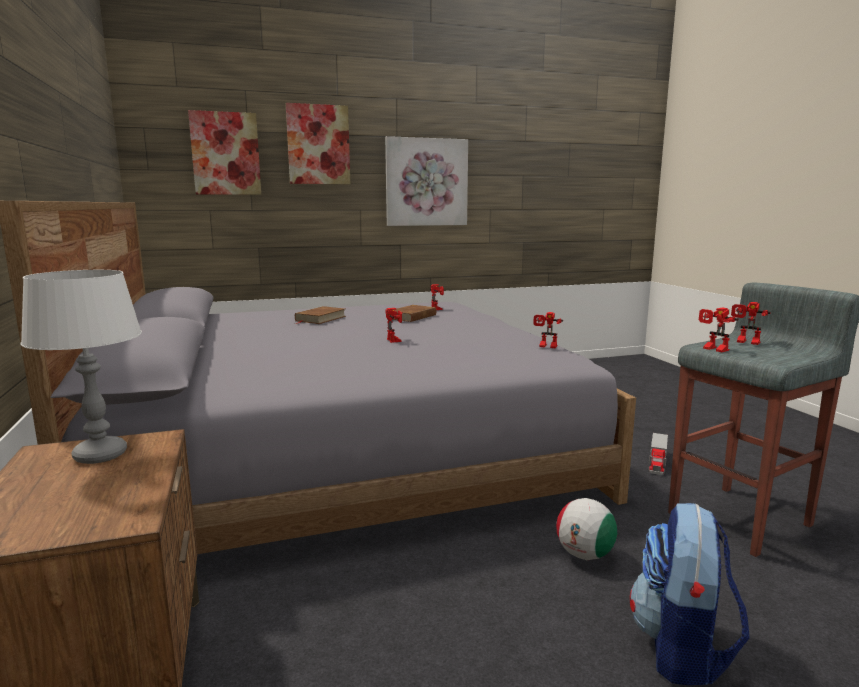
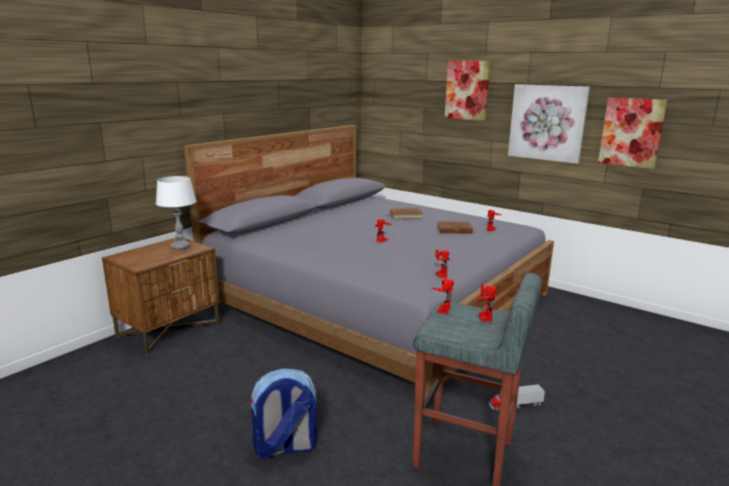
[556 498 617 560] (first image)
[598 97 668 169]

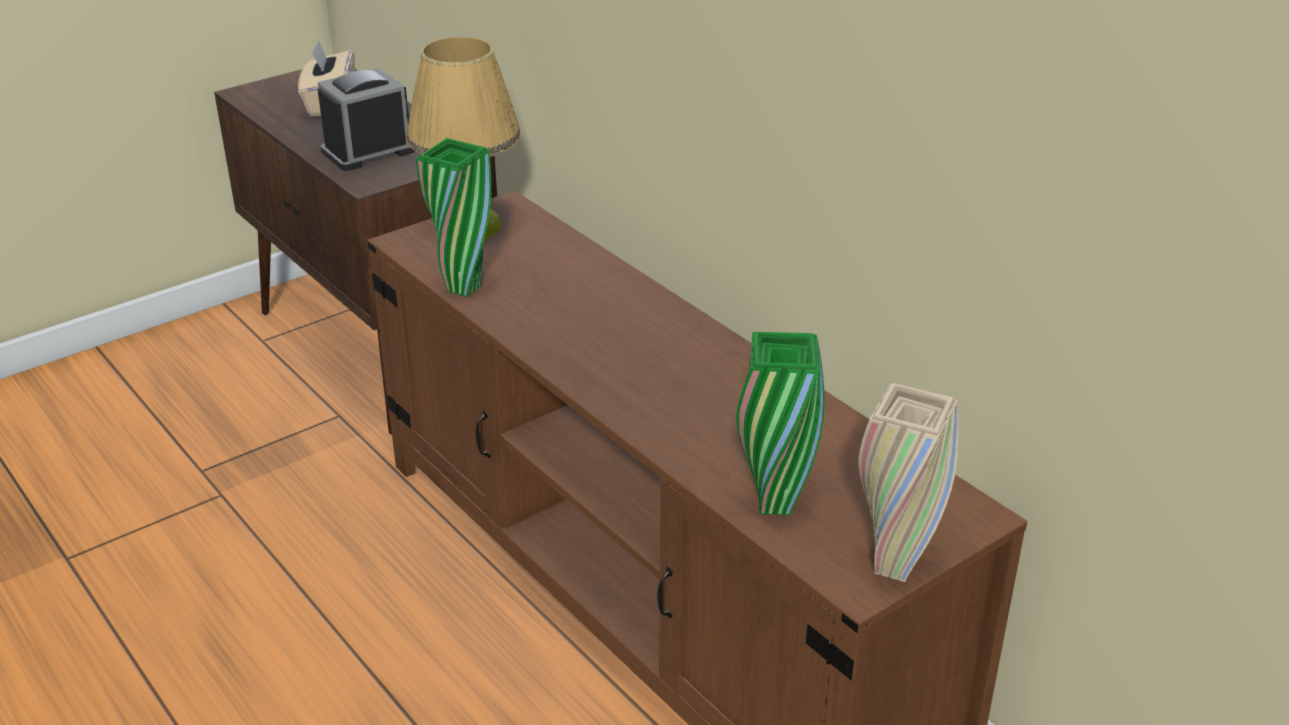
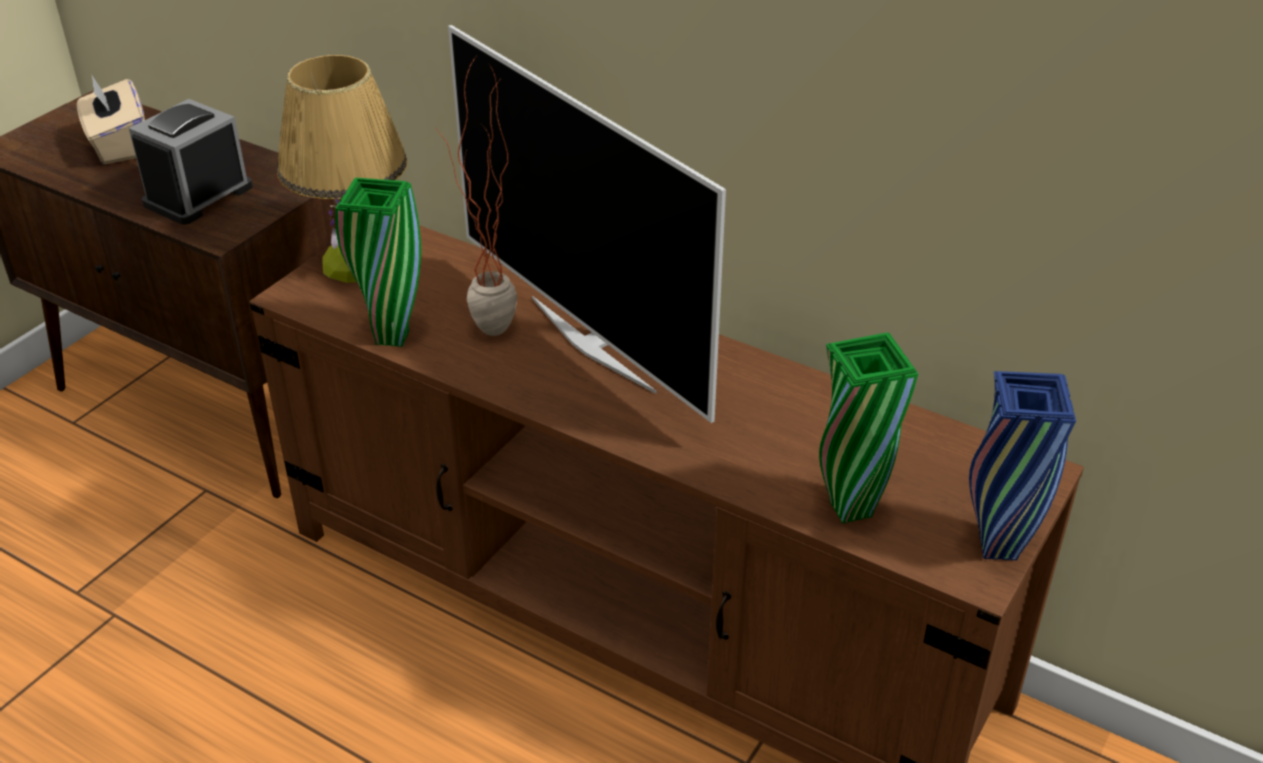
[435 57 517 336]
[448 25 726 423]
[969 371 1076 560]

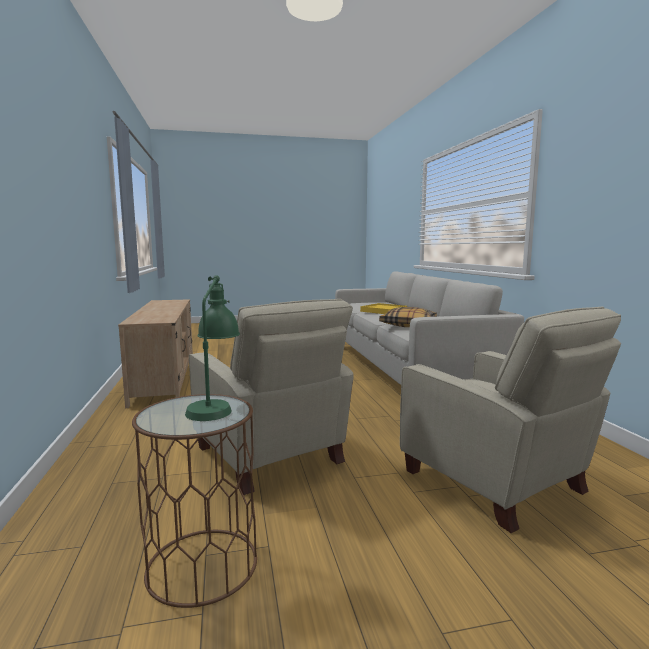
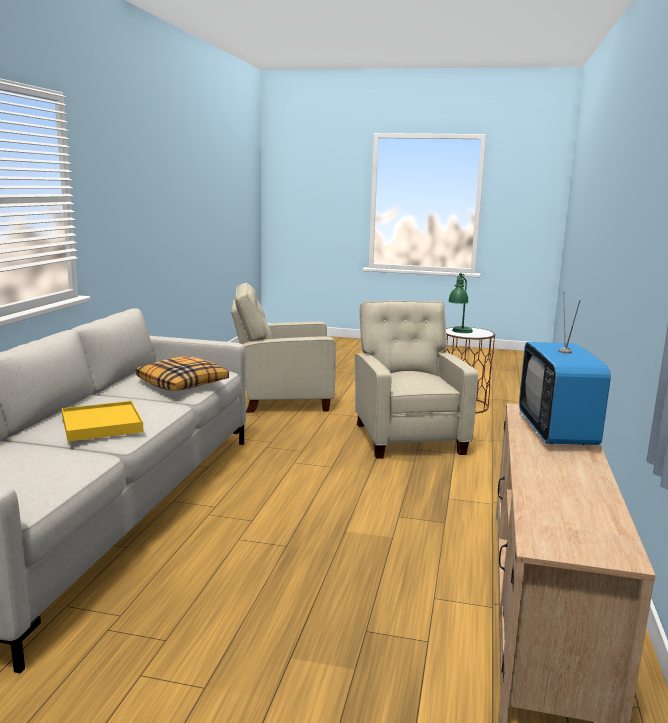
[519 293 611 445]
[231 283 336 413]

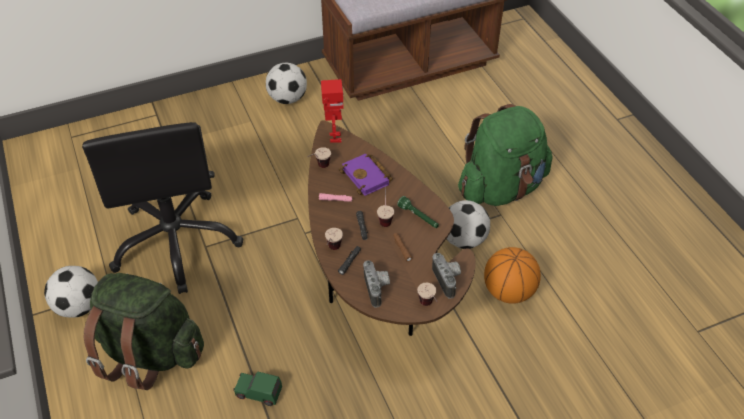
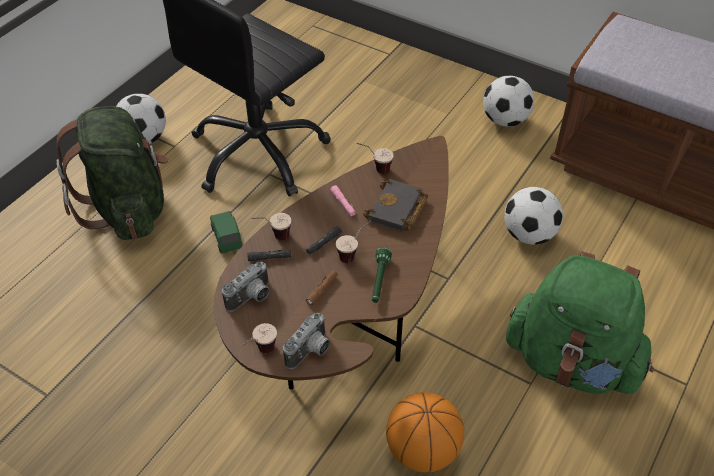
[321 79 344 142] (first image)
[210 211 242 254]
[504 187 563 245]
[363 179 428 232]

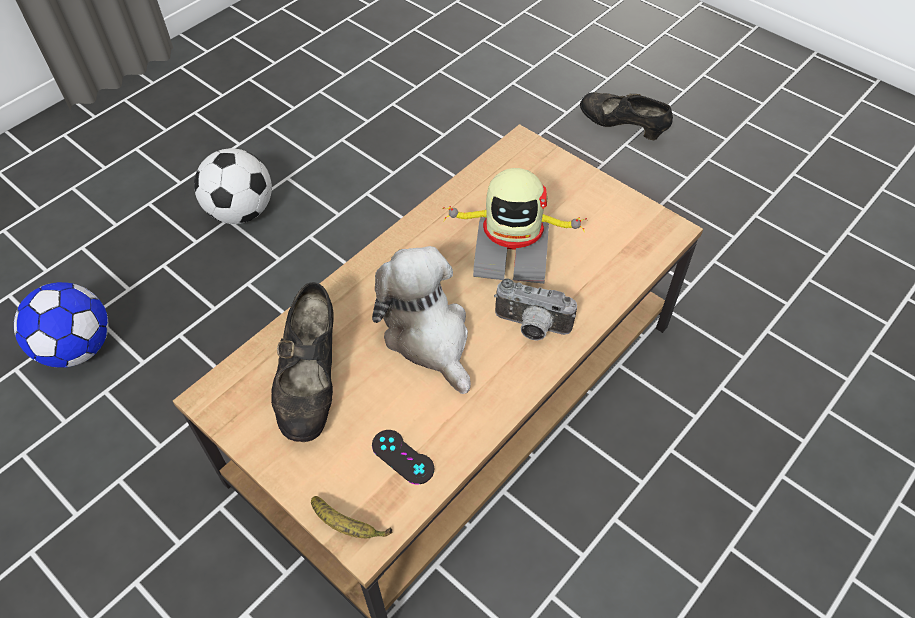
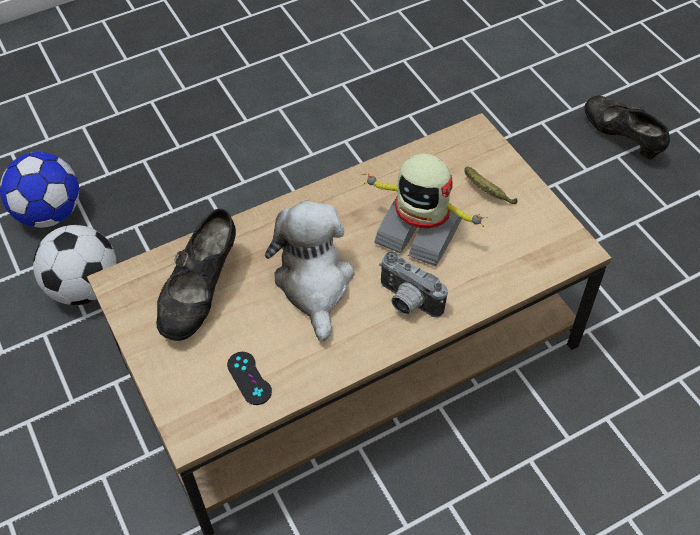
[33 225 117 305]
[464 166 517 204]

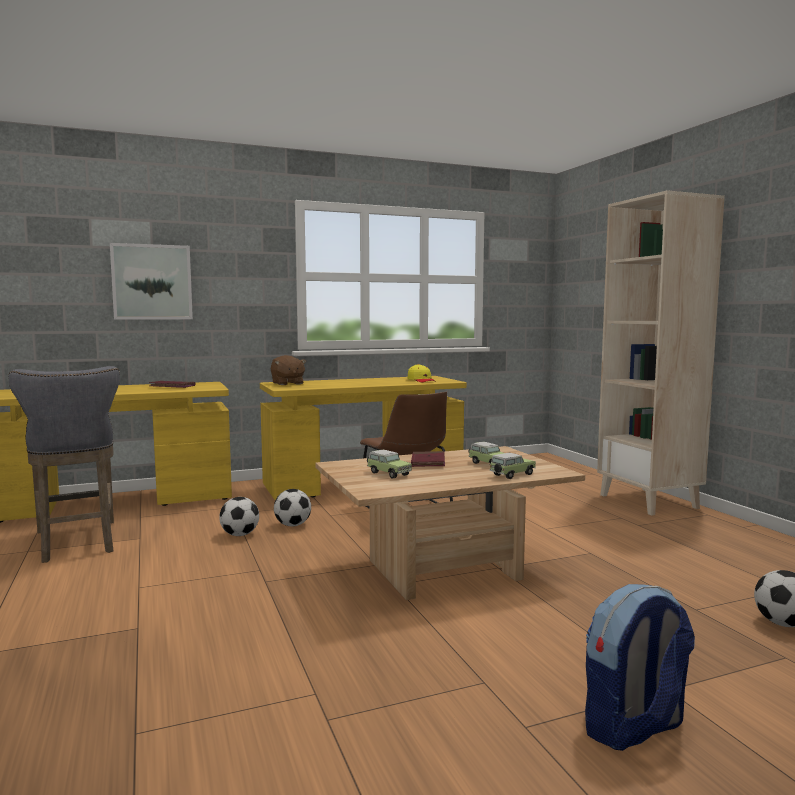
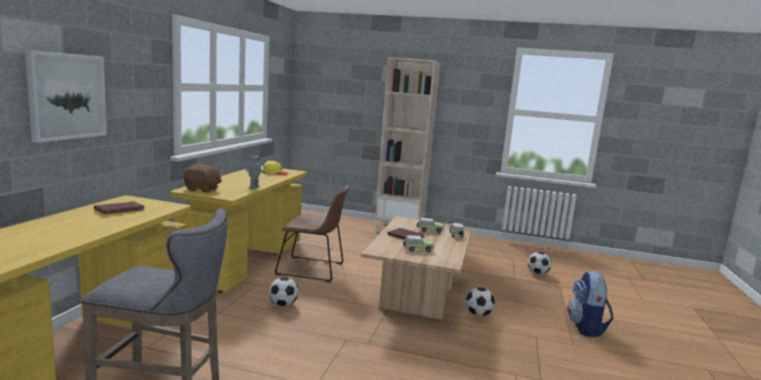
[246 152 266 189]
[466 287 495 317]

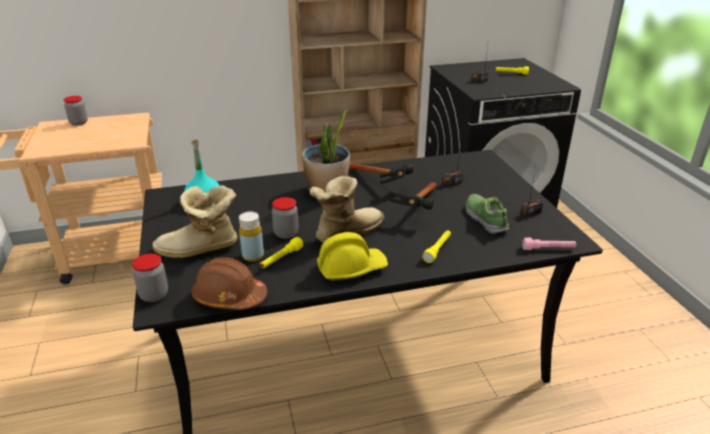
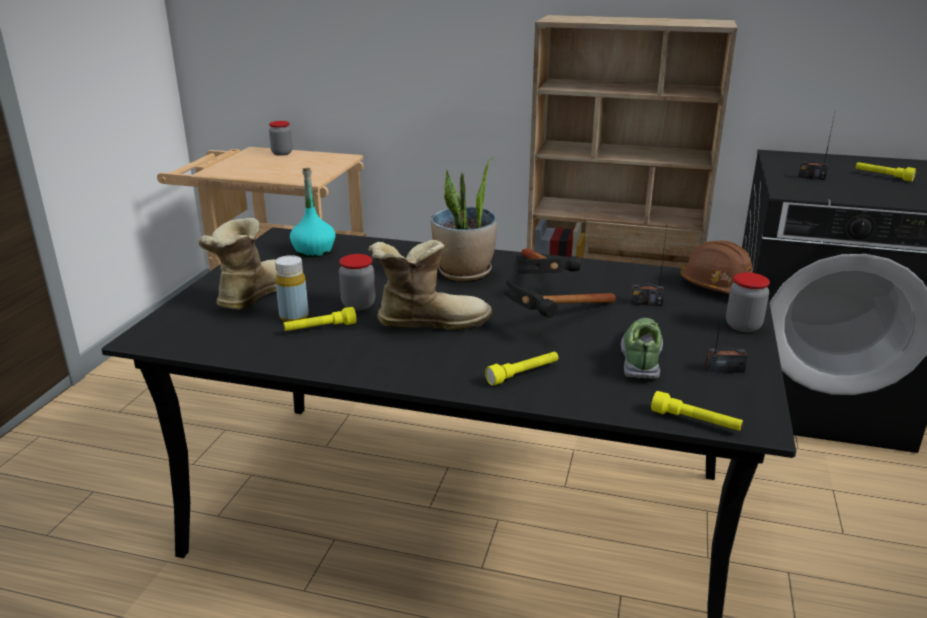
[317 232 388 283] (first image)
[726 272 770 332]
[681 240 753 294]
[651 391 743 431]
[198 218 276 310]

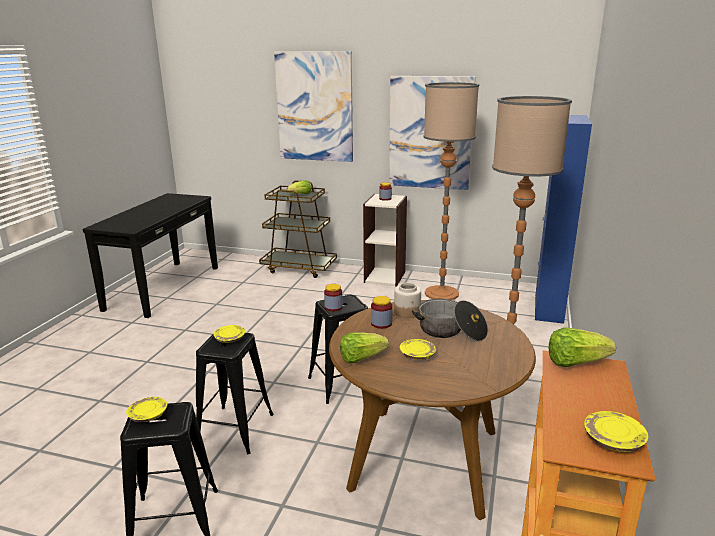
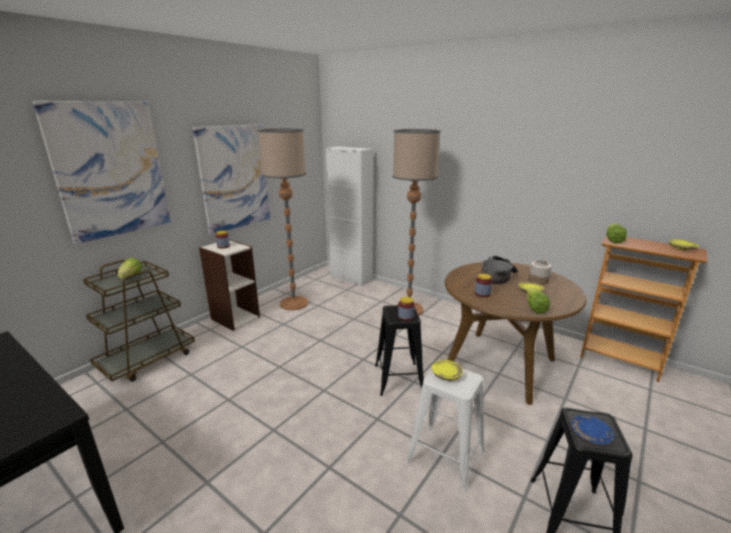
[528 260 551 285]
[571 415 614 446]
[406 369 485 492]
[326 146 374 286]

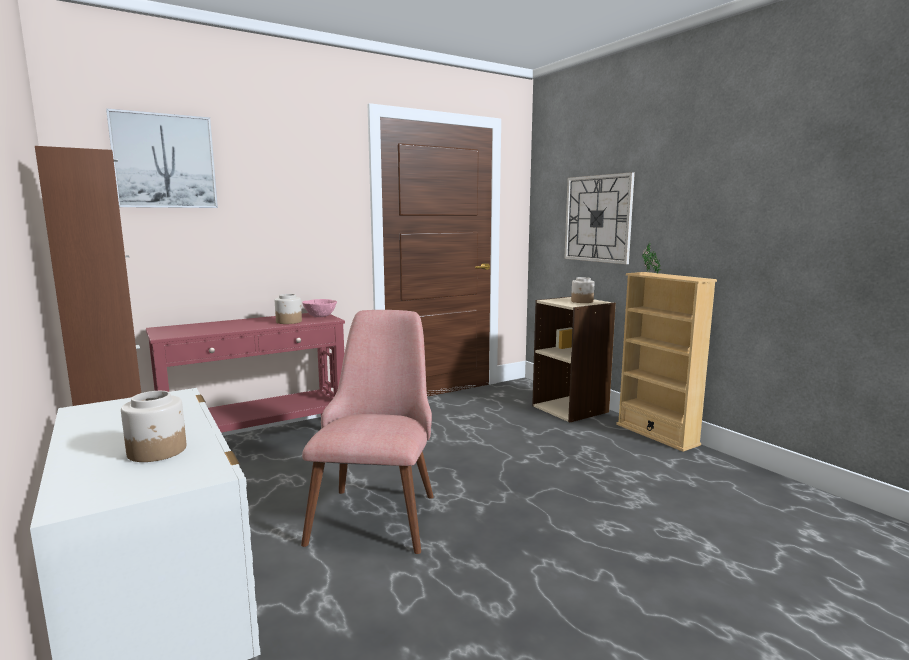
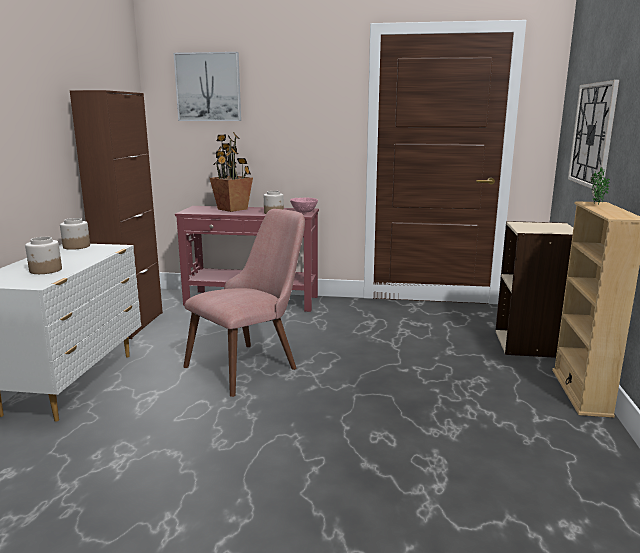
[210 132 253 212]
[60 218 90 250]

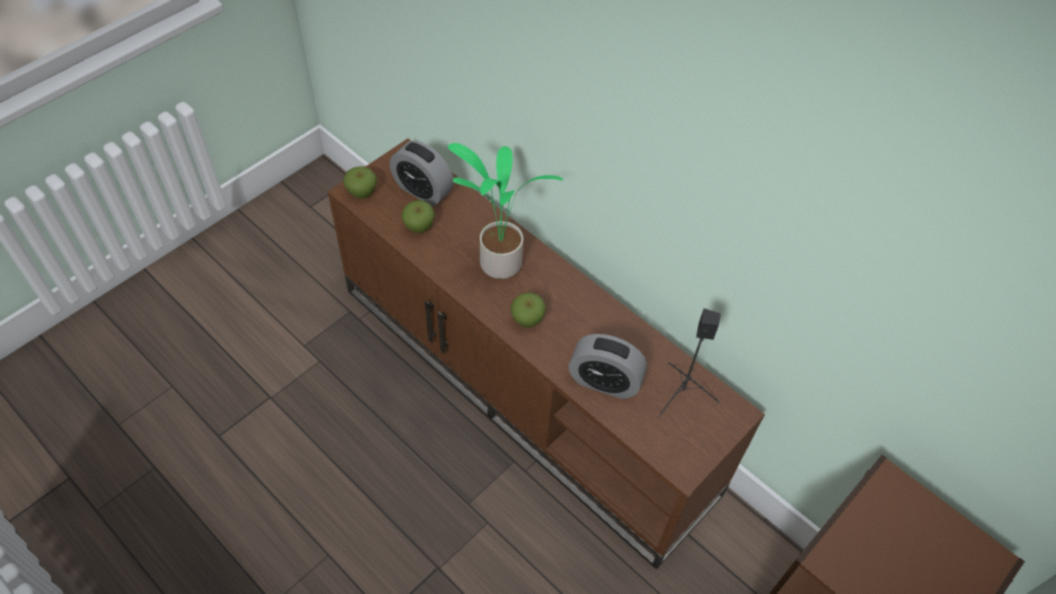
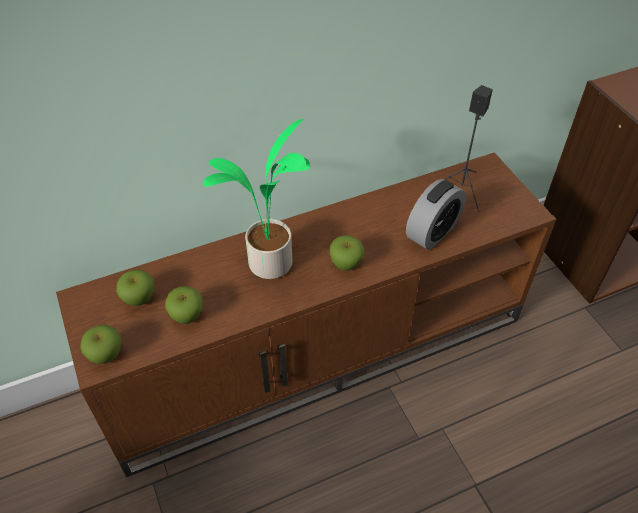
[116 269 154 306]

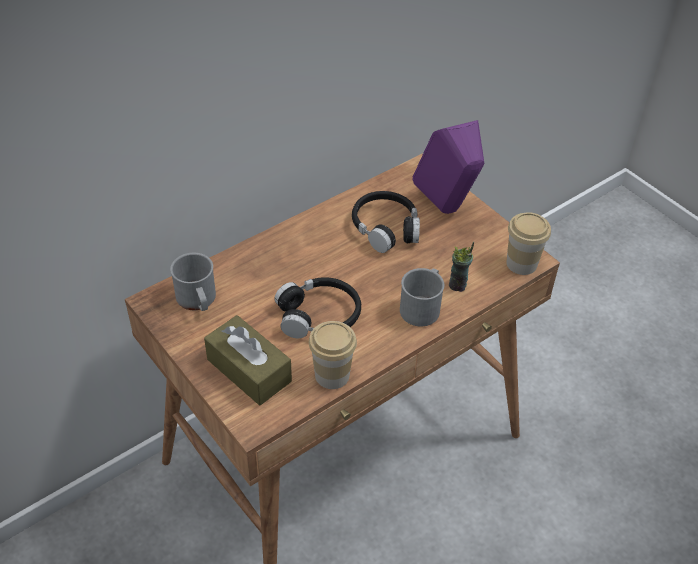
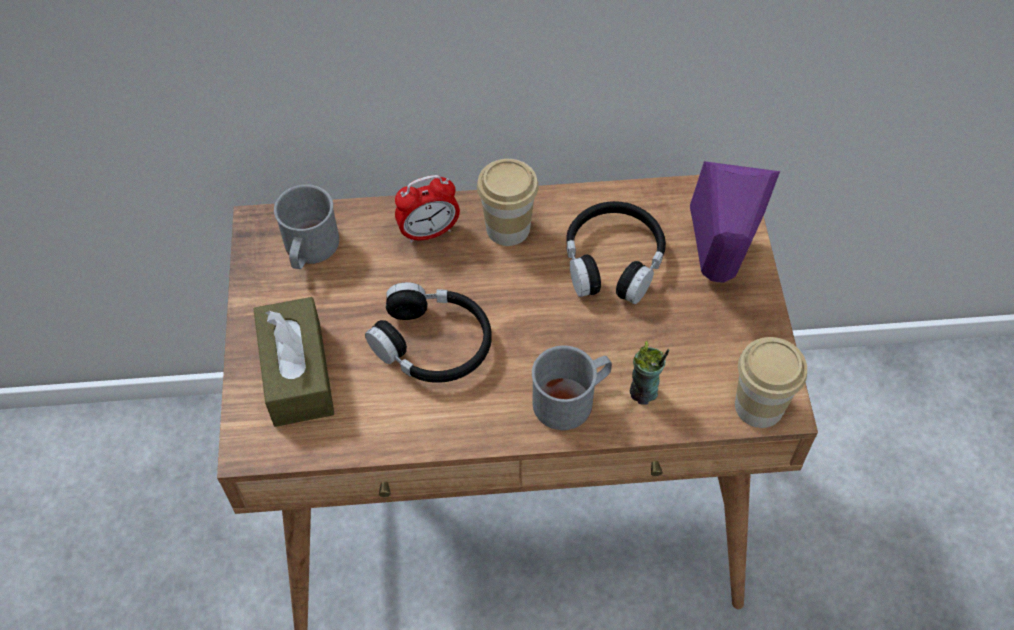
[395 175 460 243]
[477 159 539 246]

